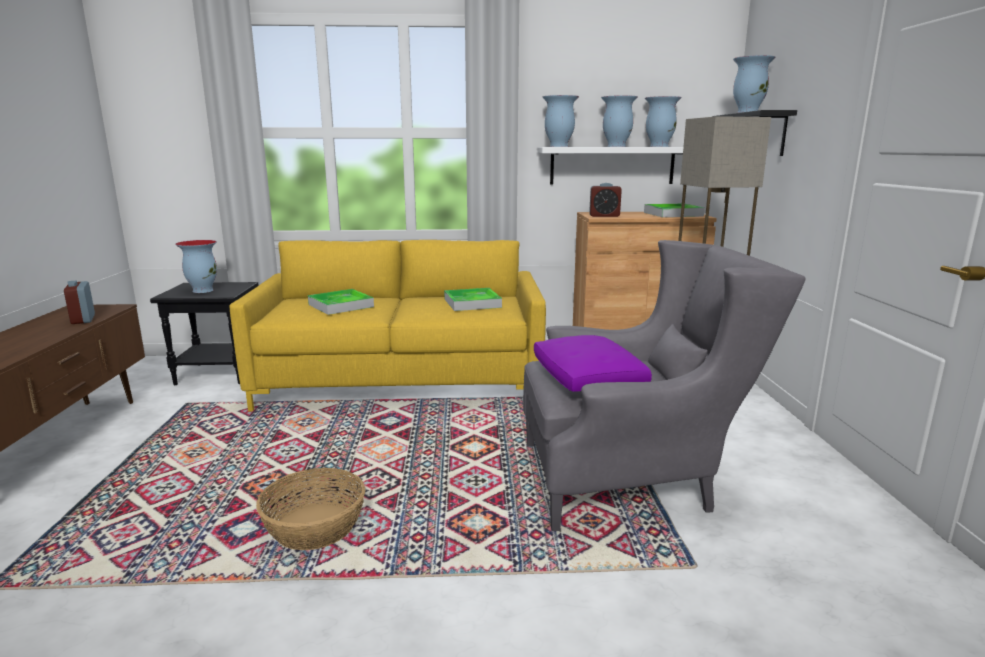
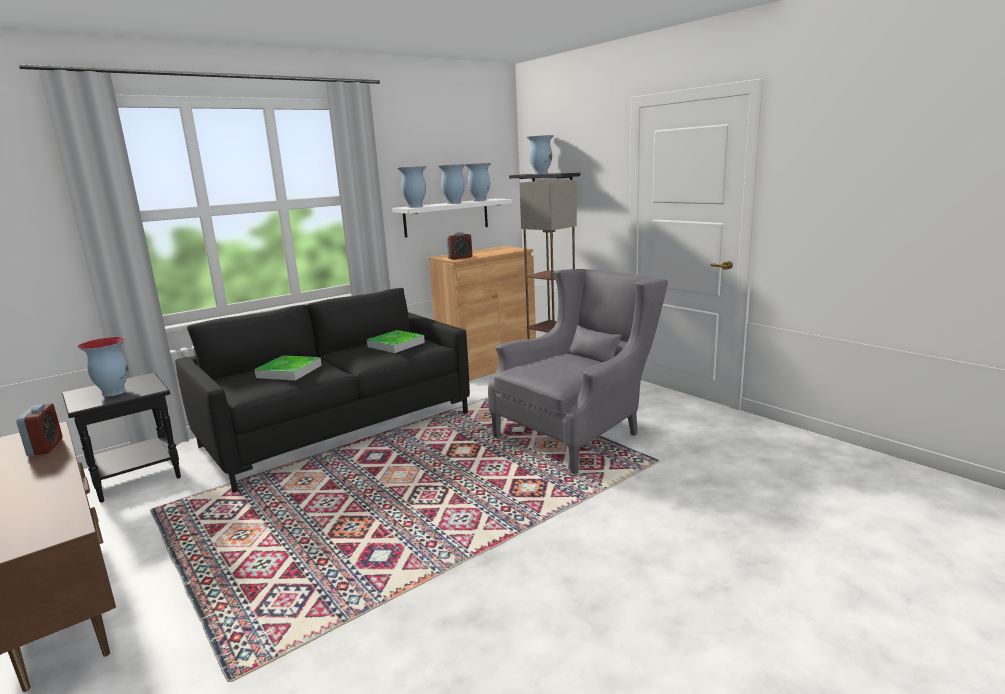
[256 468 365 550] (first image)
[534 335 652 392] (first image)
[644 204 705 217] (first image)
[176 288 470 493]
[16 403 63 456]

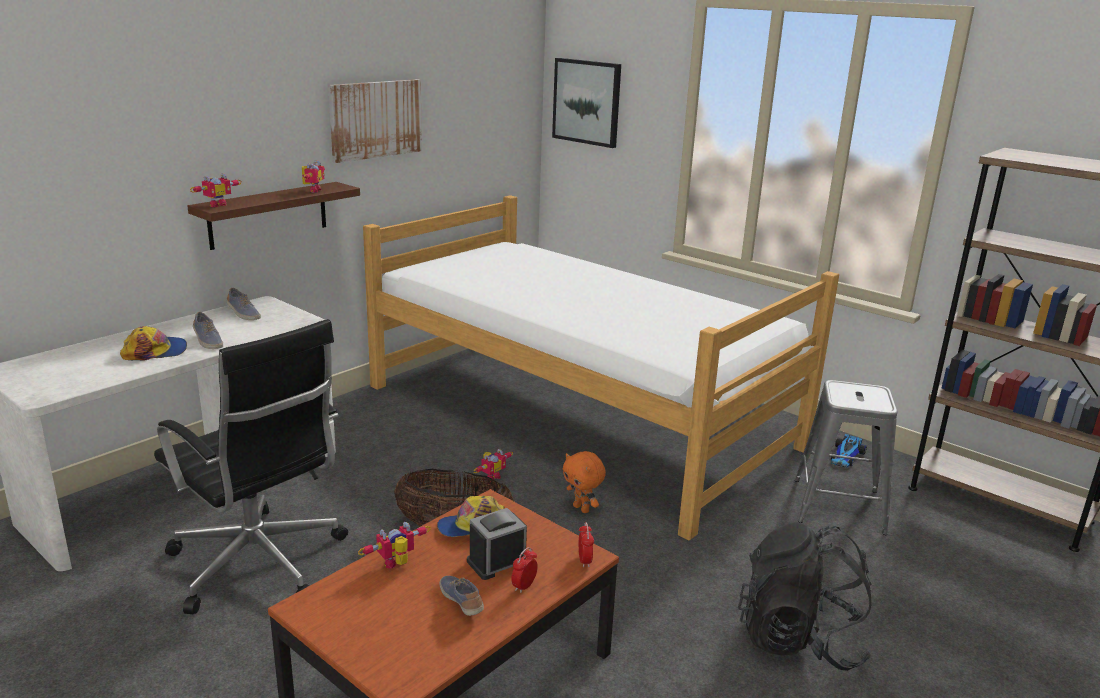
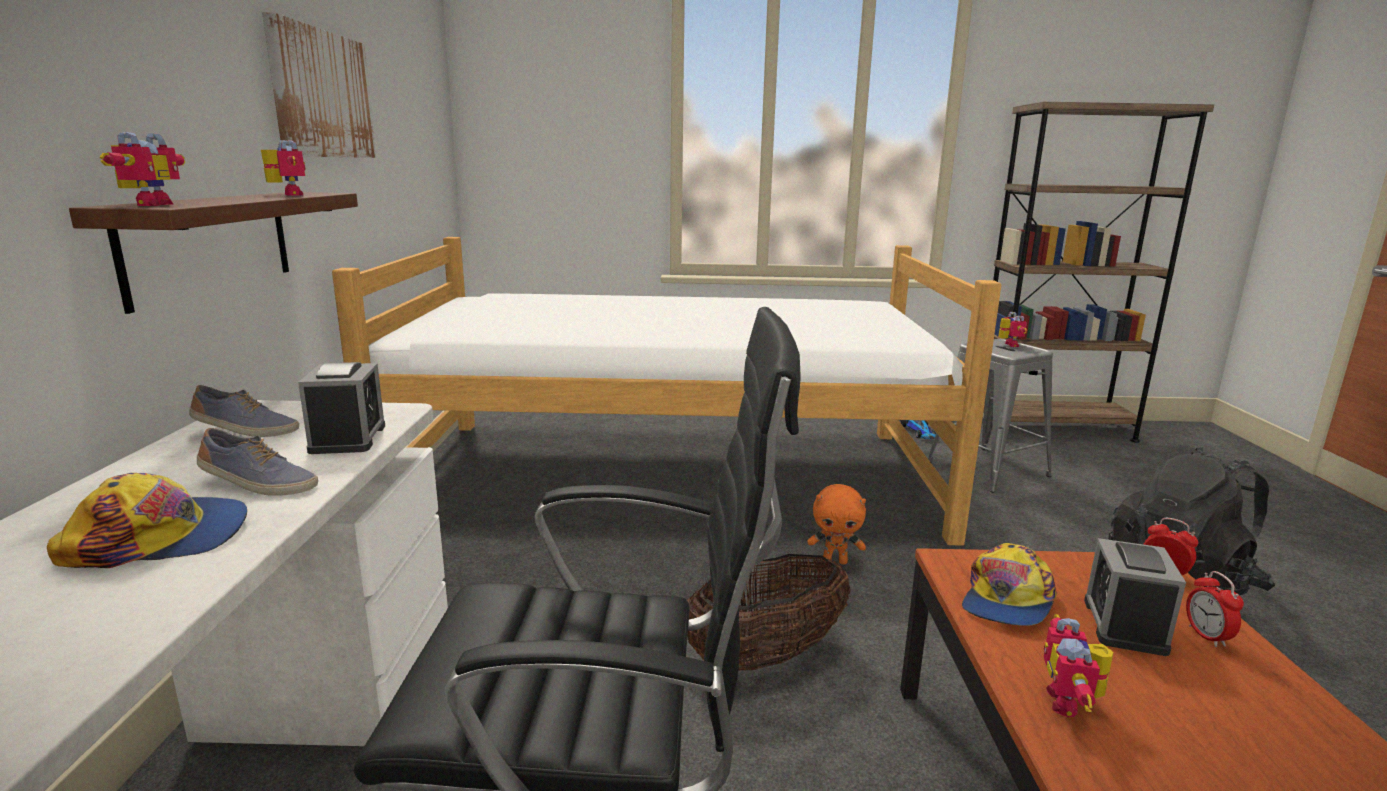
[439 576 484 616] (first image)
[552 58 621 148] (first image)
[298 362 385 454]
[998 312 1027 347]
[47 473 247 568]

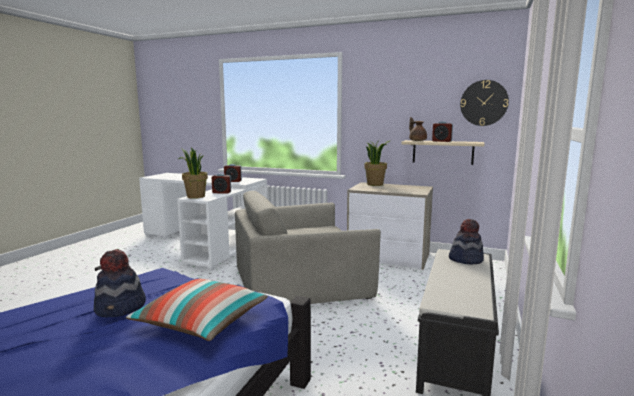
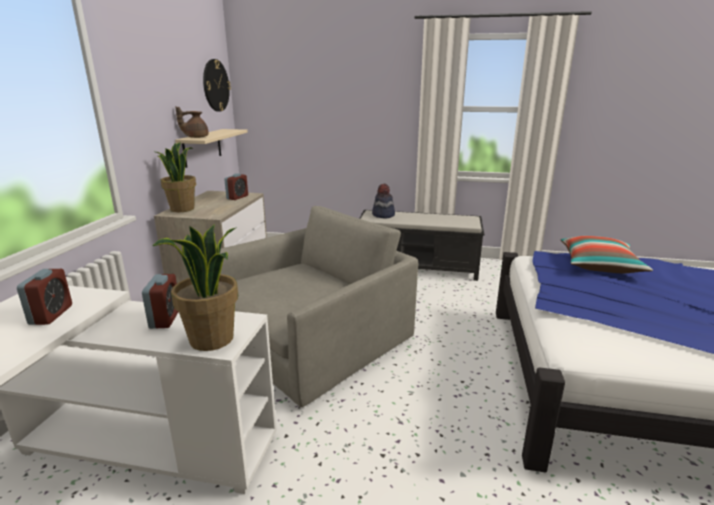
[94 249 146 317] (first image)
[224 173 248 200]
[220 206 418 407]

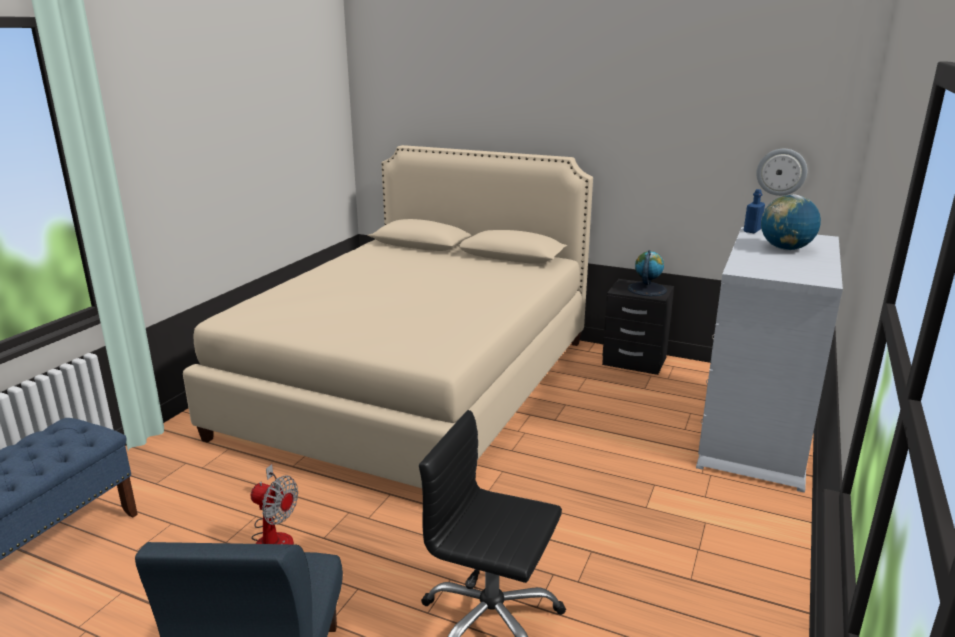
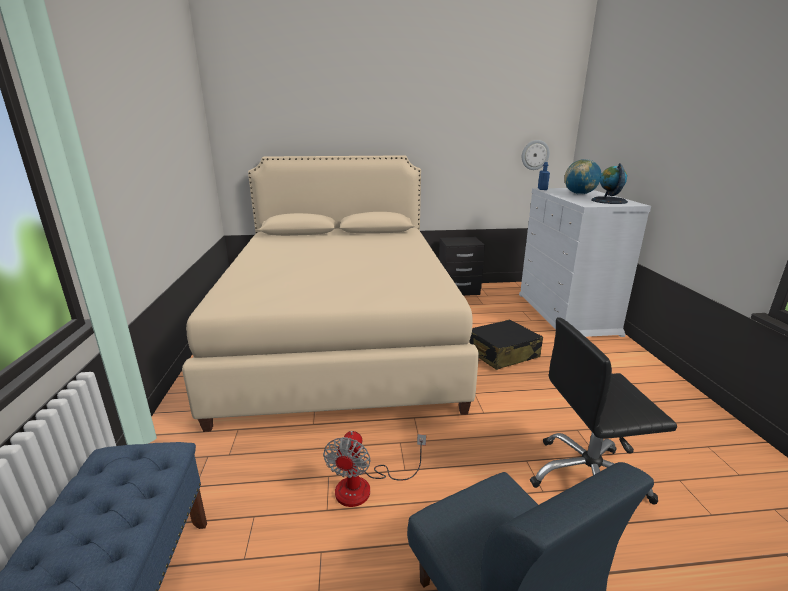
[469 320 543 370]
[591 163 628 204]
[323 431 426 507]

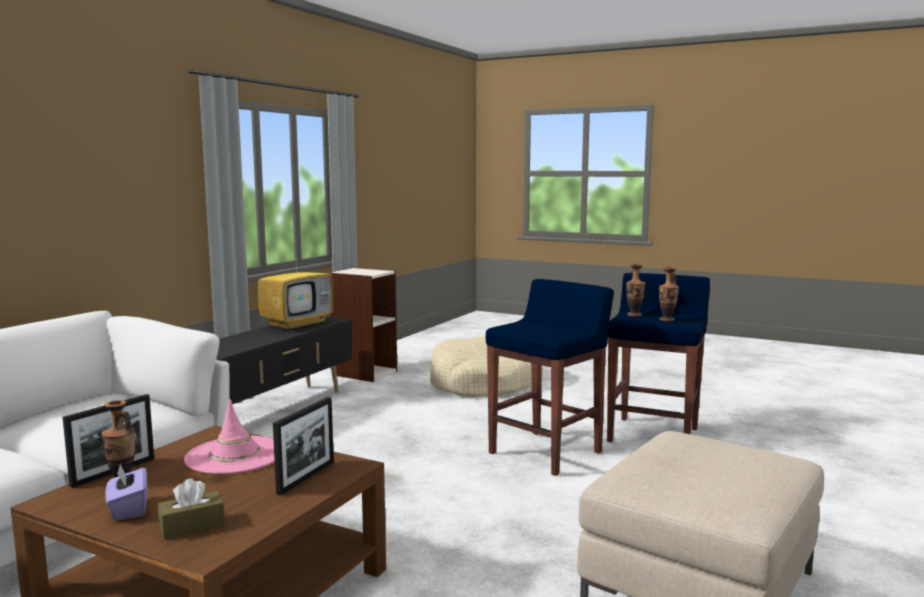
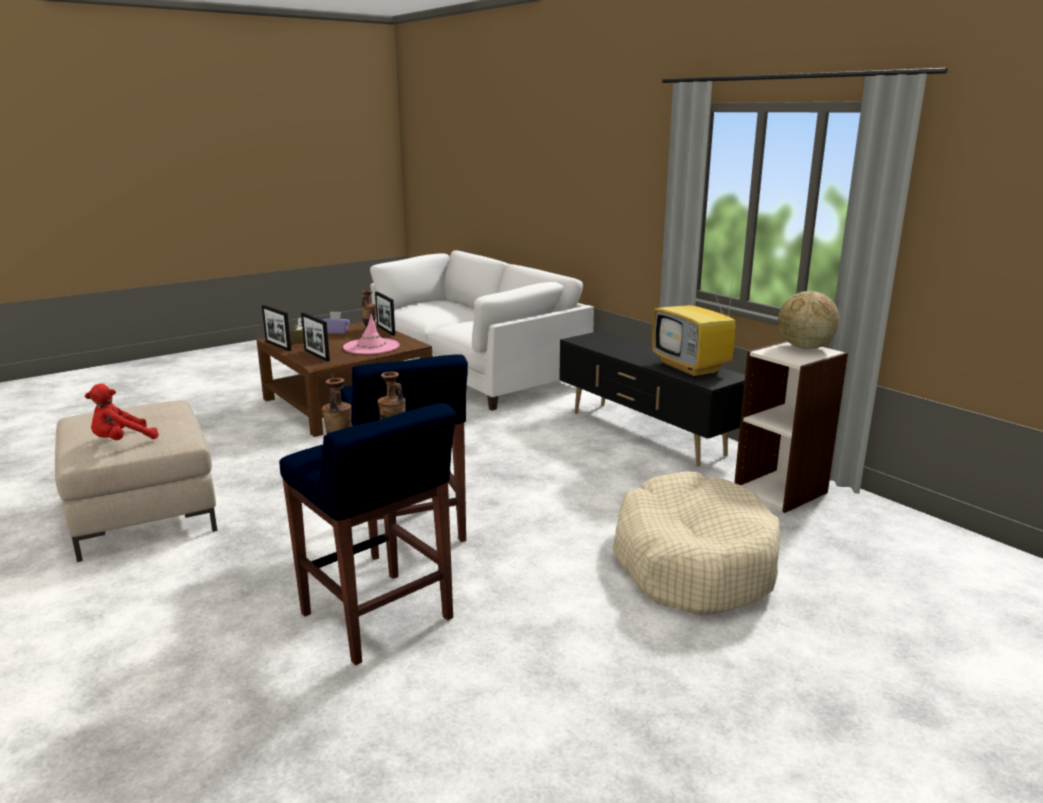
[85 384 159 440]
[262 305 291 351]
[778 291 839 349]

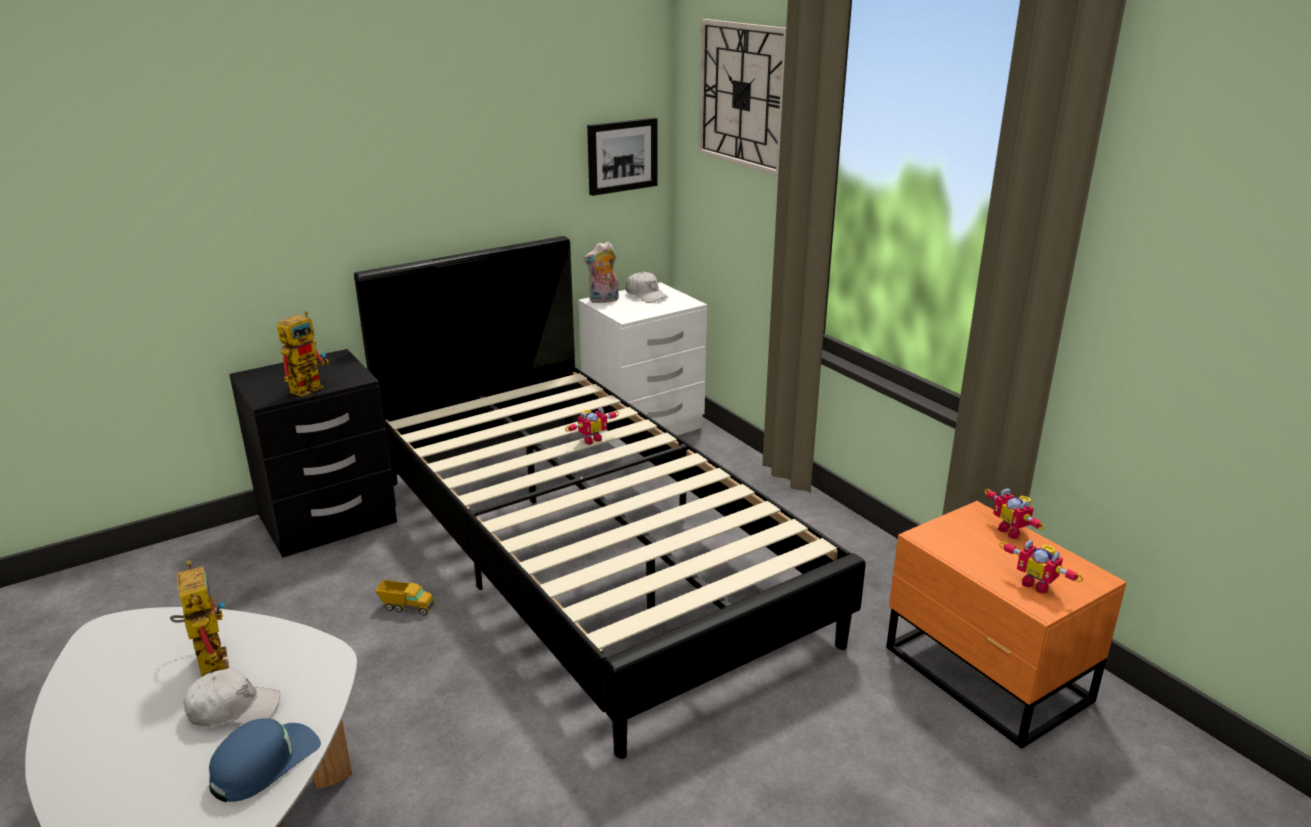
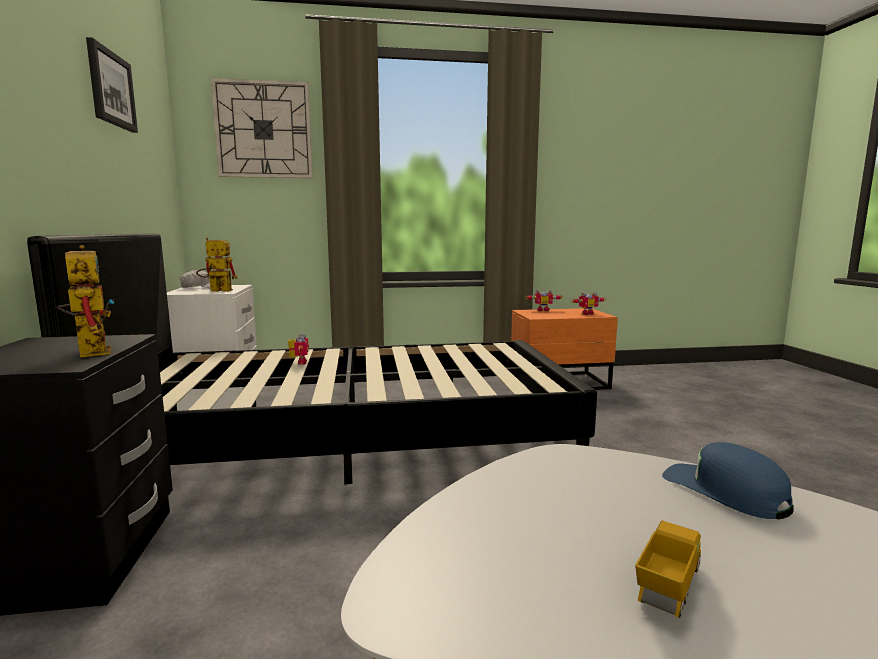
[184 668 281 727] (first image)
[583 241 619 303] (first image)
[196 237 237 292]
[635 520 701 618]
[86 37 138 133]

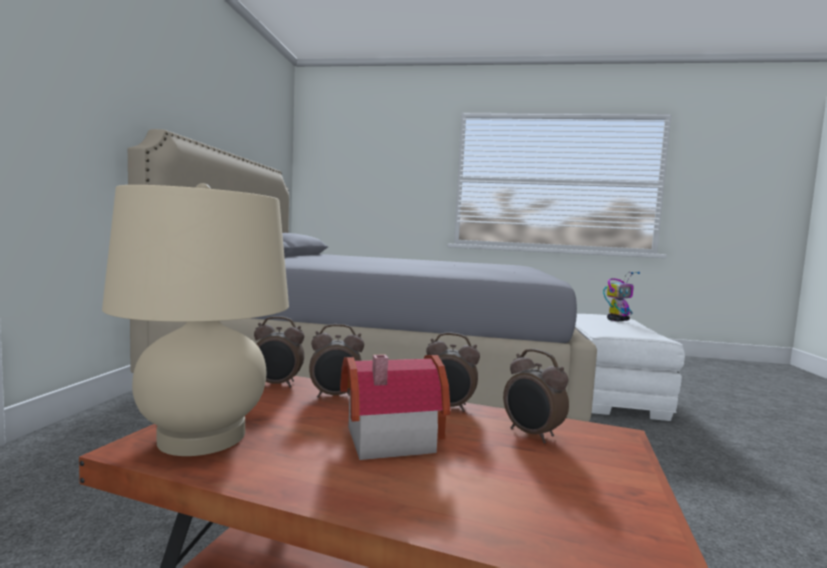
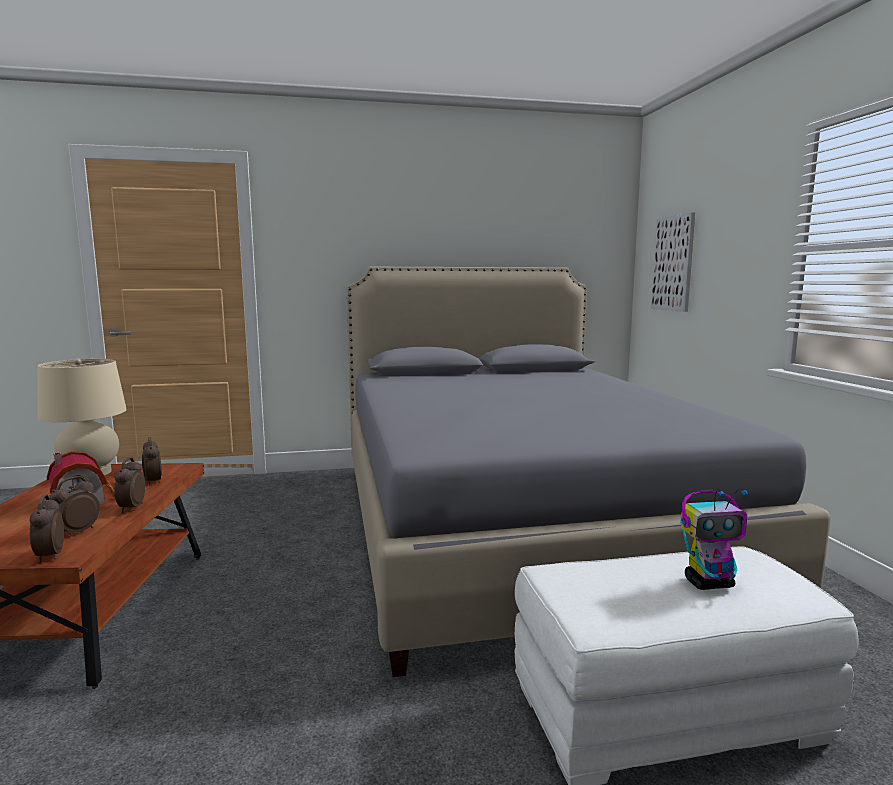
[651 212 695 312]
[30 494 64 563]
[681 489 748 590]

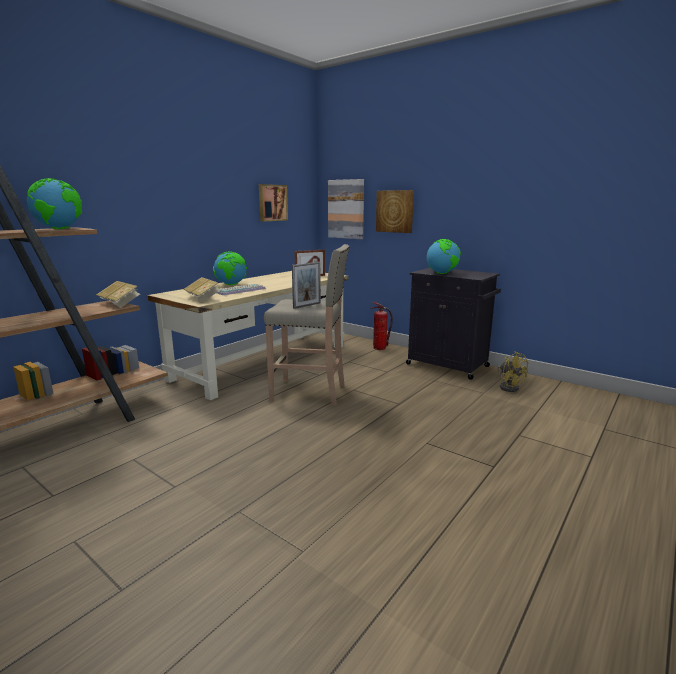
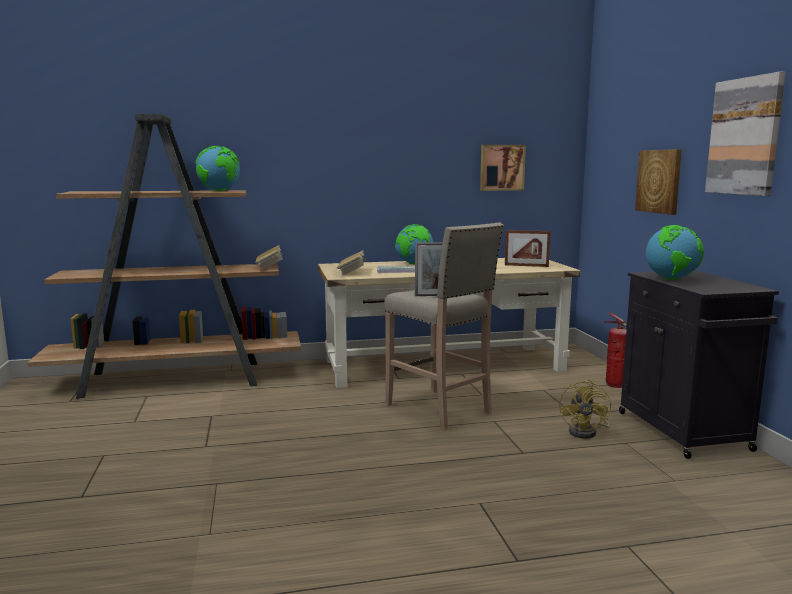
[705 72 786 196]
[559 379 611 439]

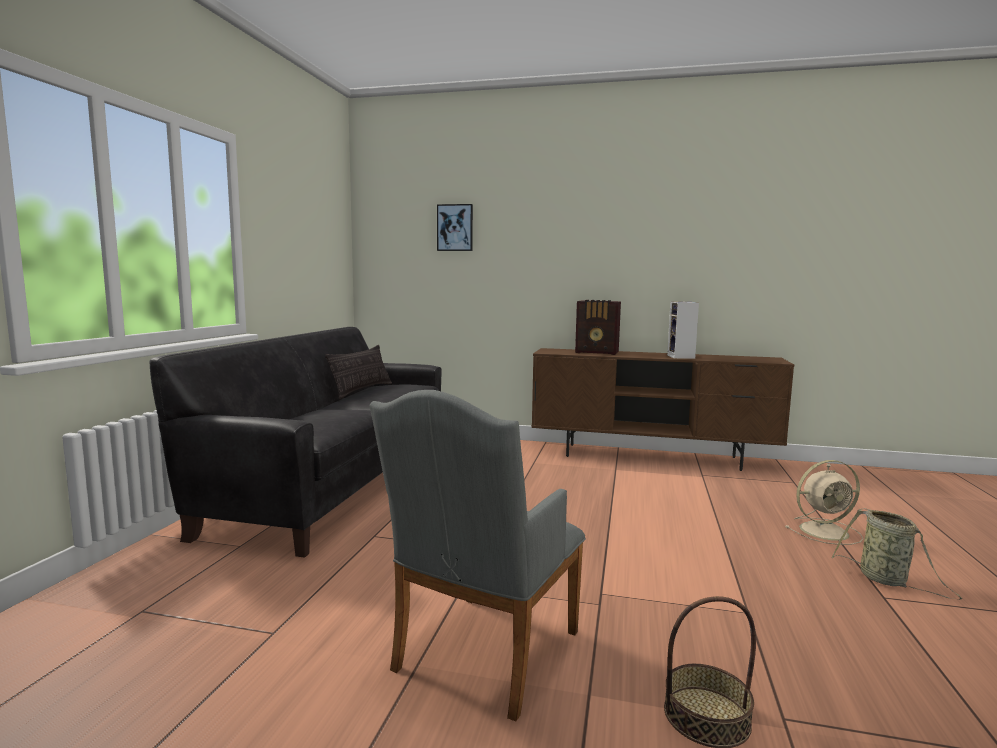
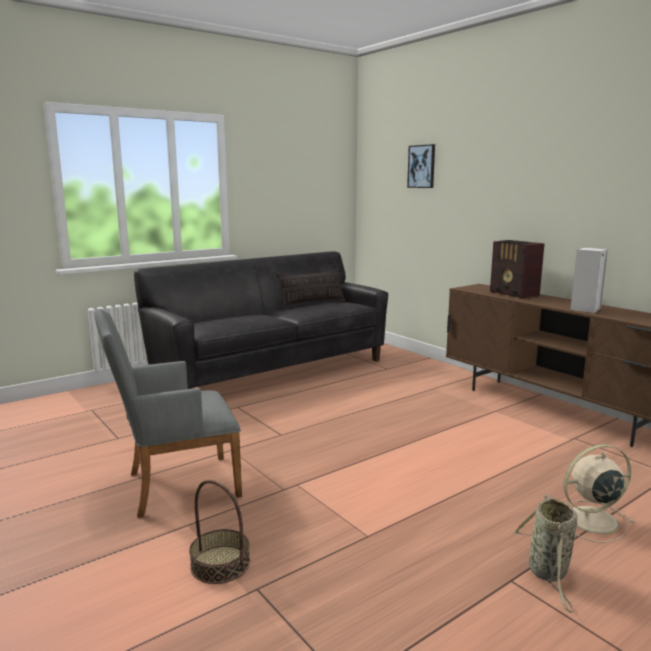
[564 444 635 543]

